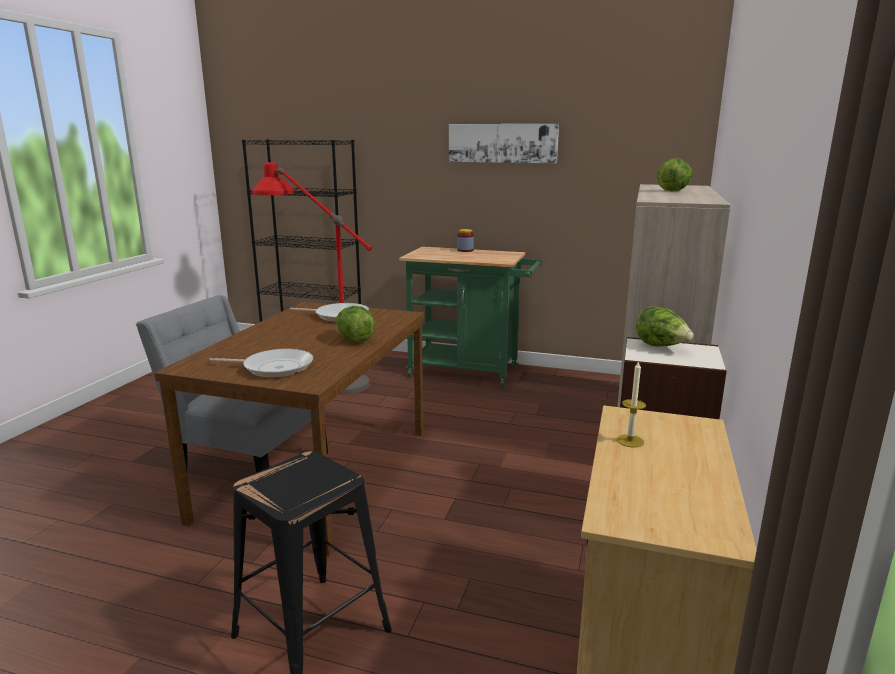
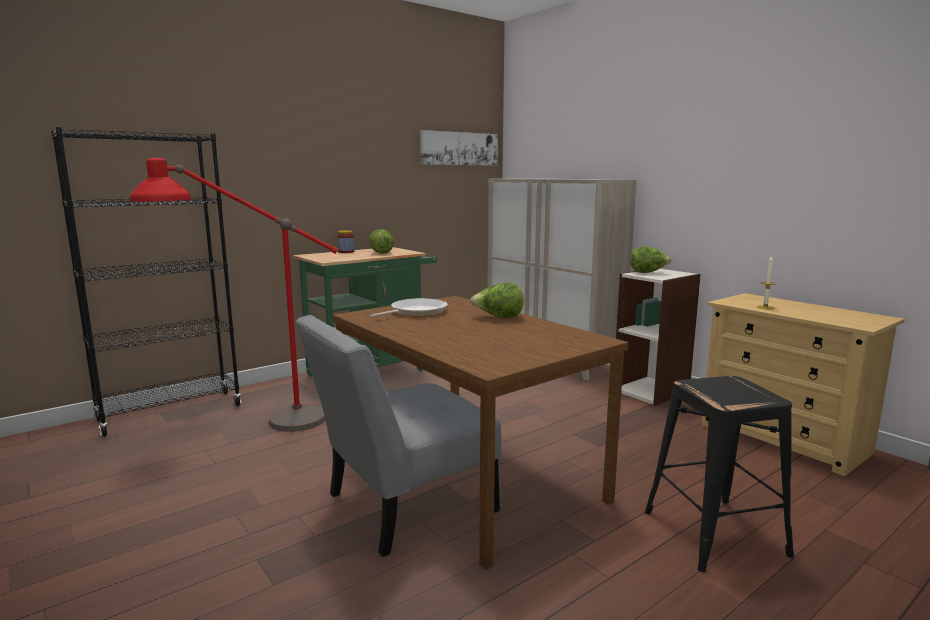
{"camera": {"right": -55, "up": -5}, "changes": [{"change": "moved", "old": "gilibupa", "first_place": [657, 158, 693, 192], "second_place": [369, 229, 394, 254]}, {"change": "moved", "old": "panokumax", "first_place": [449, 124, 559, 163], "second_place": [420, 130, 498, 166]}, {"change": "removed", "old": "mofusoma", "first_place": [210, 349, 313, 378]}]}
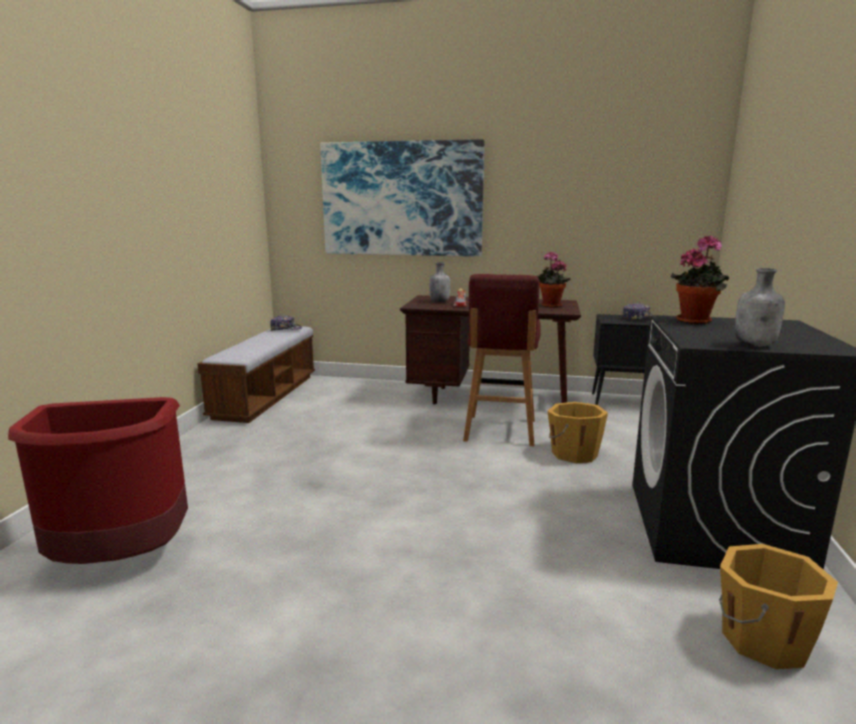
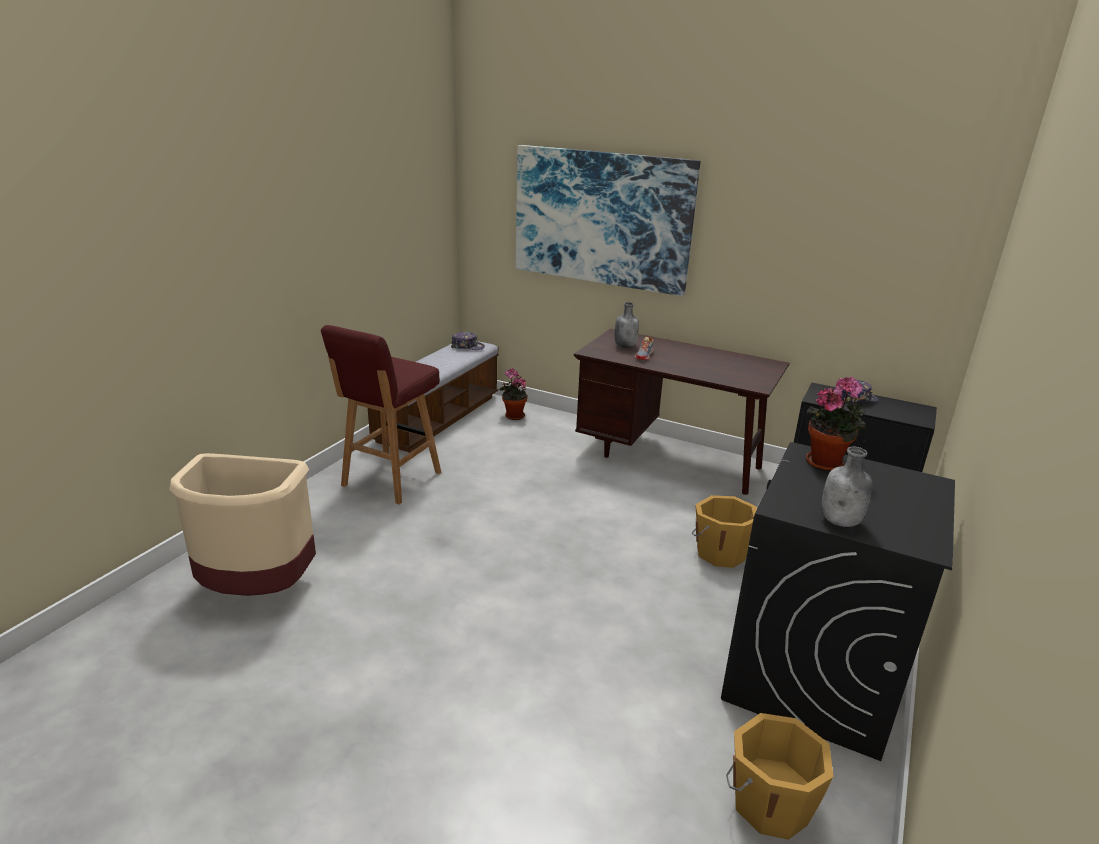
{"camera": {"right": 15, "up": 10}, "changes": [{"change": "recoloured", "old": "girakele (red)", "new": "girakele (beige)", "first_place": [8, 397, 188, 564], "second_place": [169, 453, 316, 596]}, {"change": "moved", "old": "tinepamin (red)", "first_place": [463, 274, 541, 446], "second_place": [321, 325, 441, 505]}, {"change": "moved", "old": "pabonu", "first_place": [537, 251, 571, 308], "second_place": [499, 368, 528, 420]}]}
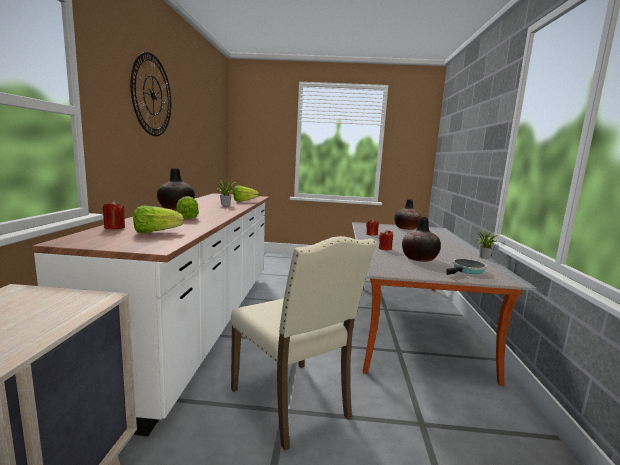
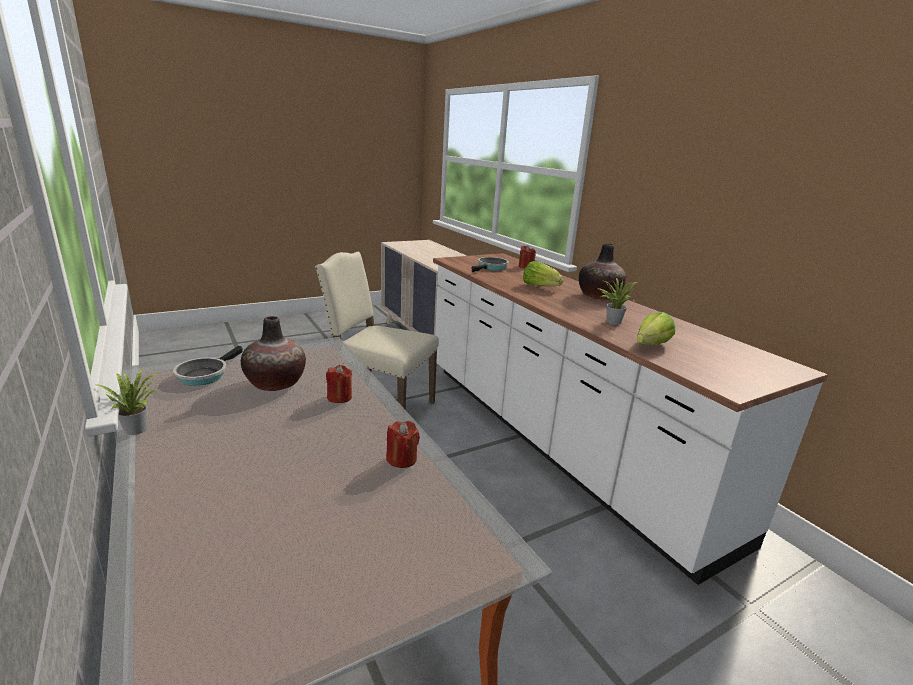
{"camera": {"right": 145, "up": 10}, "changes": [{"change": "replaced", "old": "gilibupa", "new": "mofusoma", "first_place": [133, 205, 184, 233], "second_place": [472, 257, 509, 272]}, {"change": "removed", "old": "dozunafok", "first_place": [131, 52, 171, 136]}, {"change": "removed", "old": "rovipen", "first_place": [394, 199, 421, 230]}]}
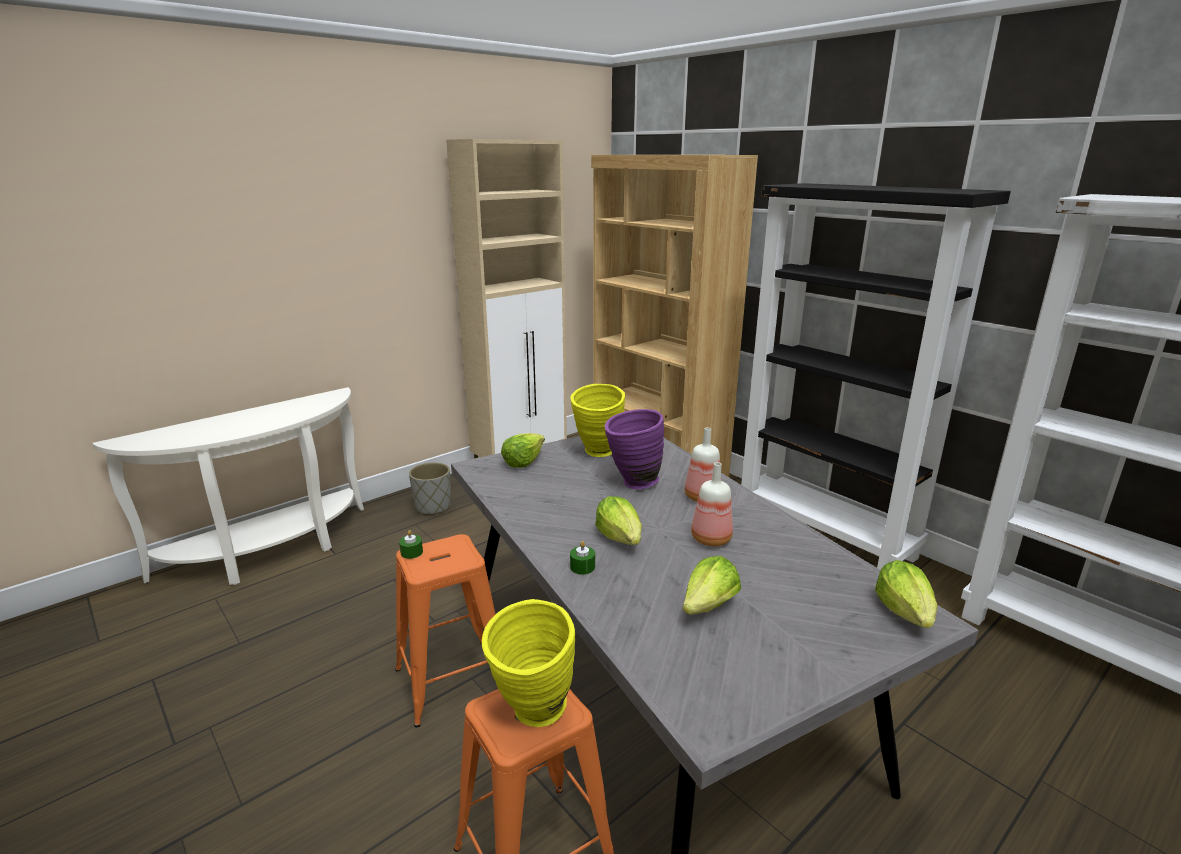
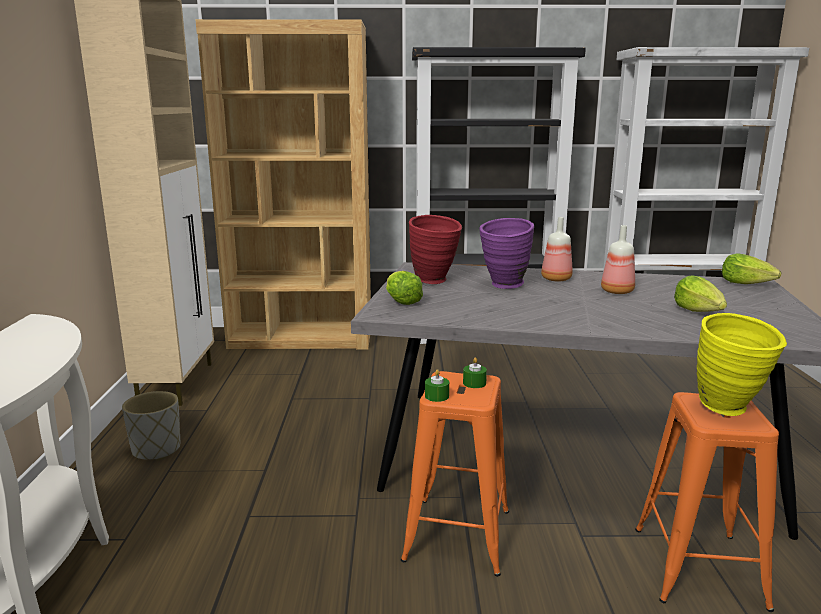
{"camera": {"right": -50, "up": -5}, "changes": [{"change": "recoloured", "old": "rovipen (yellow)", "new": "rovipen (red)", "first_place": [570, 384, 625, 457], "second_place": [409, 215, 462, 284]}, {"change": "moved", "old": "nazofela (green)", "first_place": [570, 541, 595, 575], "second_place": [463, 357, 487, 388]}, {"change": "removed", "old": "gilibupa", "first_place": [595, 496, 642, 545]}]}
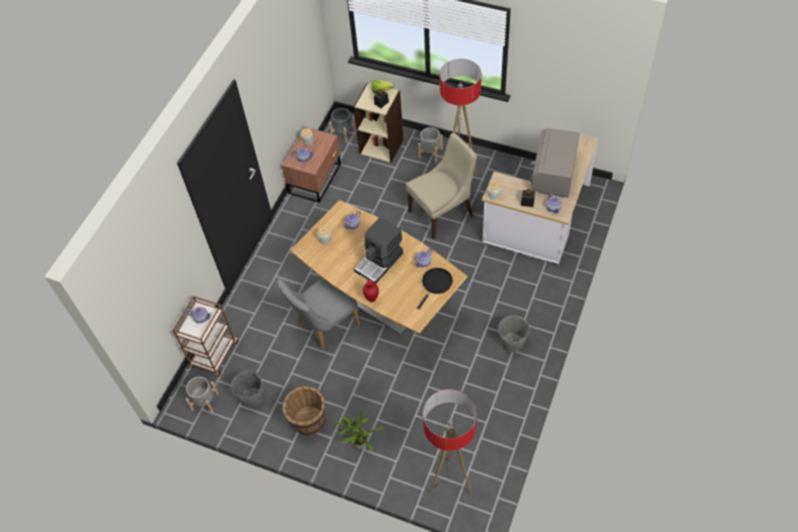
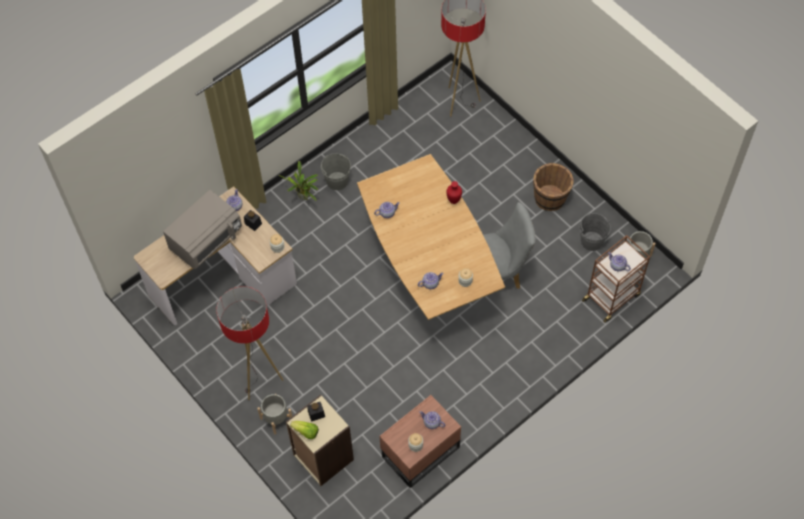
{"camera": {"right": -155, "up": 5}, "changes": [{"change": "moved", "old": "pabonu", "first_place": [333, 410, 384, 451], "second_place": [279, 161, 318, 201]}, {"change": "removed", "old": "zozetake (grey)", "first_place": [329, 108, 356, 143]}, {"change": "removed", "old": "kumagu", "first_place": [354, 217, 403, 284]}, {"change": "removed", "old": "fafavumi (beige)", "first_place": [406, 133, 477, 240]}, {"change": "removed", "old": "mofusoma (black)", "first_place": [417, 268, 453, 309]}]}
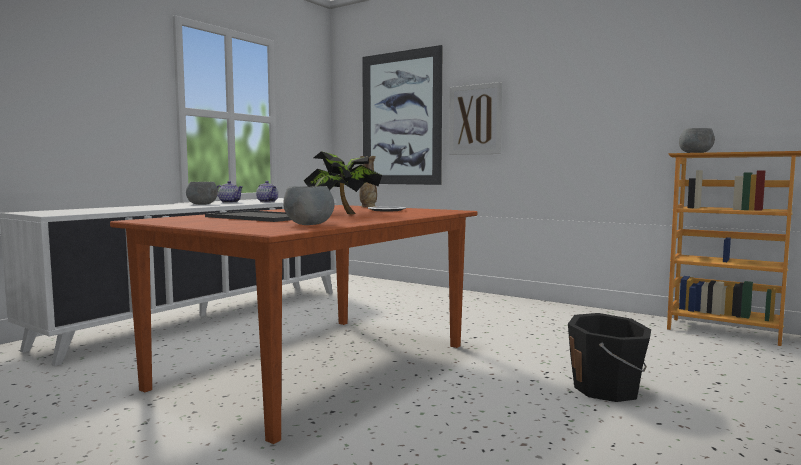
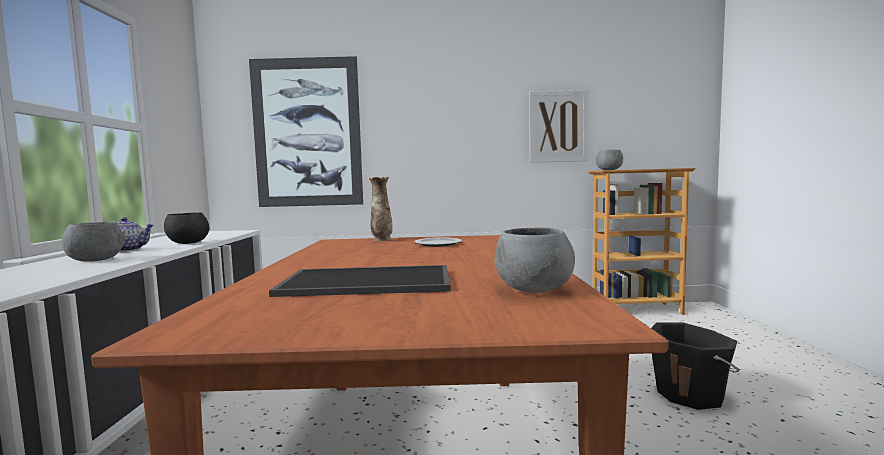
{"camera": {"right": -35, "up": 0}, "changes": [{"change": "replaced", "old": "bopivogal", "new": "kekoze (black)", "first_place": [256, 181, 278, 202], "second_place": [164, 212, 209, 244]}, {"change": "moved", "old": "panokumax", "first_place": [449, 82, 502, 155], "second_place": [529, 90, 588, 163]}, {"change": "removed", "old": "pabonu", "first_place": [304, 151, 382, 214]}]}
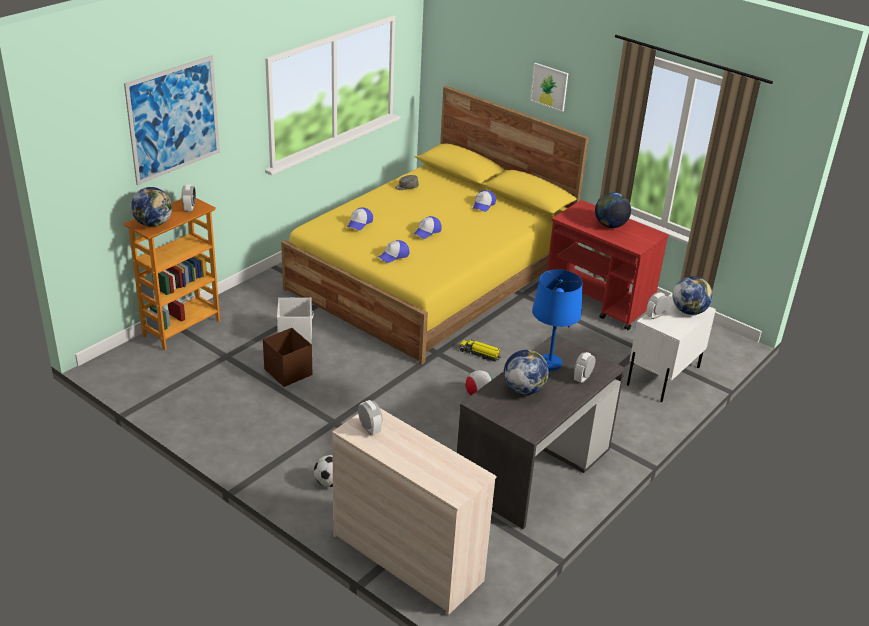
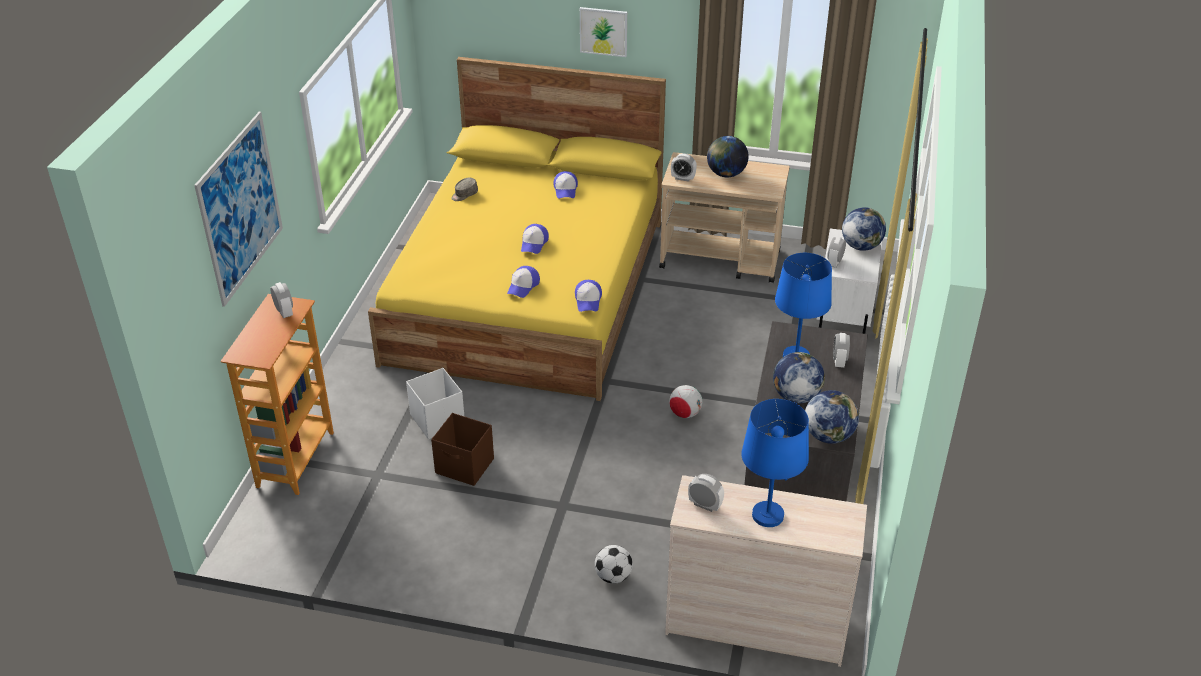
{"camera": {"right": -25, "up": 5}, "changes": [{"change": "moved", "old": "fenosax", "first_place": [347, 207, 373, 230], "second_place": [575, 280, 602, 312]}, {"change": "recoloured", "old": "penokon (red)", "new": "penokon (beige)", "first_place": [547, 200, 669, 330], "second_place": [659, 152, 790, 283]}, {"change": "added", "new": "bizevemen", "second_place": [671, 153, 697, 182]}, {"change": "added", "new": "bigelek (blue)", "second_place": [741, 399, 809, 527]}, {"change": "moved", "old": "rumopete", "first_place": [131, 187, 172, 227], "second_place": [805, 390, 859, 444]}, {"change": "removed", "old": "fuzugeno", "first_place": [459, 339, 501, 362]}]}
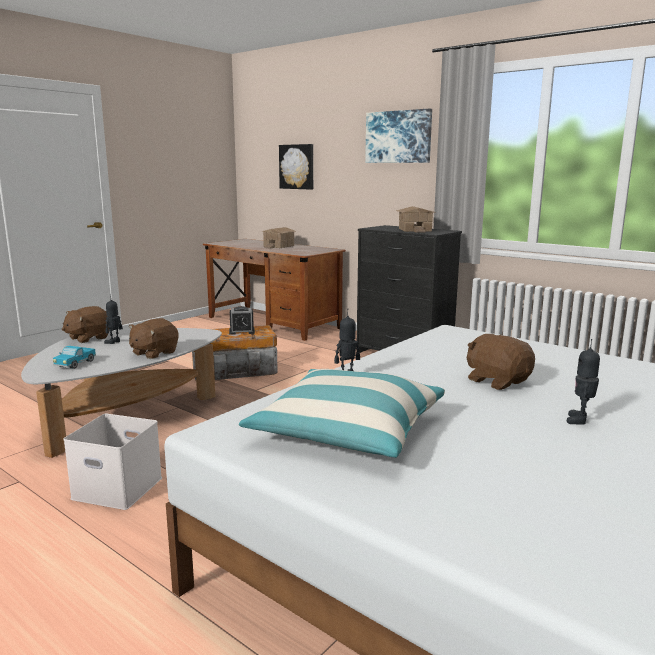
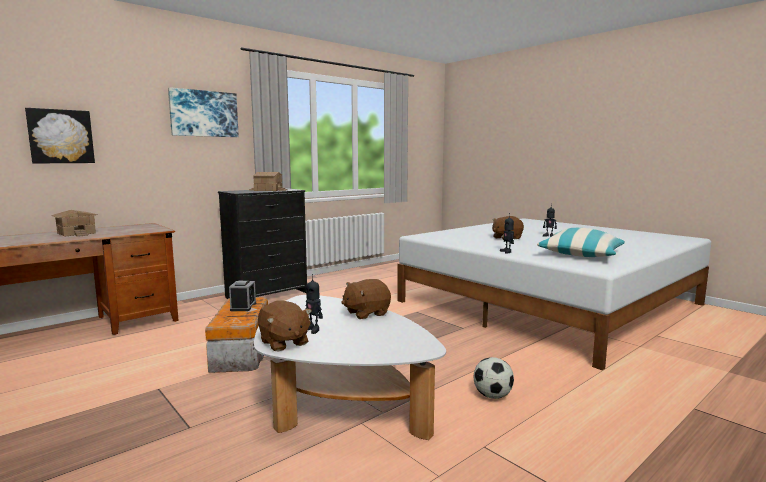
{"camera": {"right": -80, "up": -5}, "changes": [{"change": "turned", "old": "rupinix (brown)", "first_place": [129, 318, 178, 359], "second_place": [341, 279, 391, 319], "degrees": 105}, {"change": "replaced", "old": "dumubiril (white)", "new": "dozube", "first_place": [63, 414, 162, 510], "second_place": [474, 357, 514, 399]}, {"change": "removed", "old": "fuzugeno", "first_place": [53, 346, 96, 369]}]}
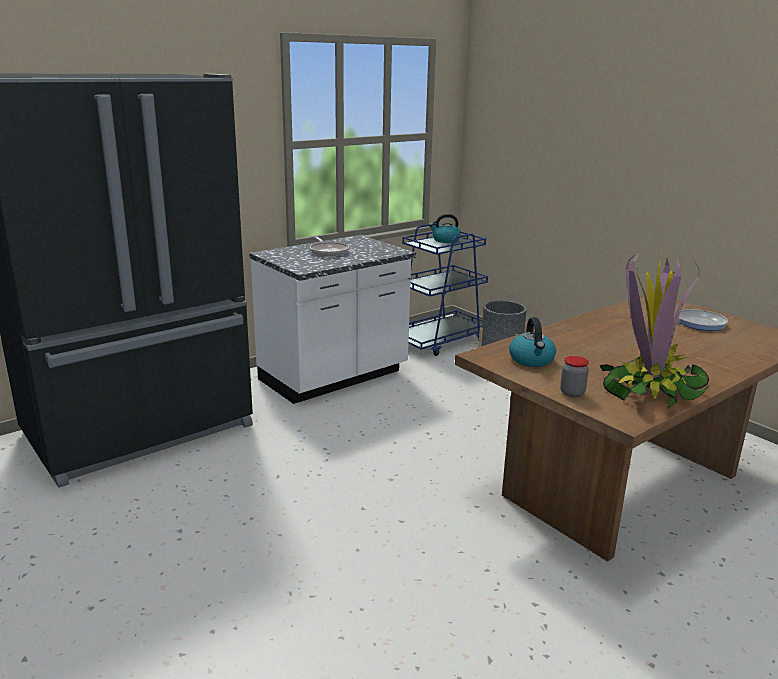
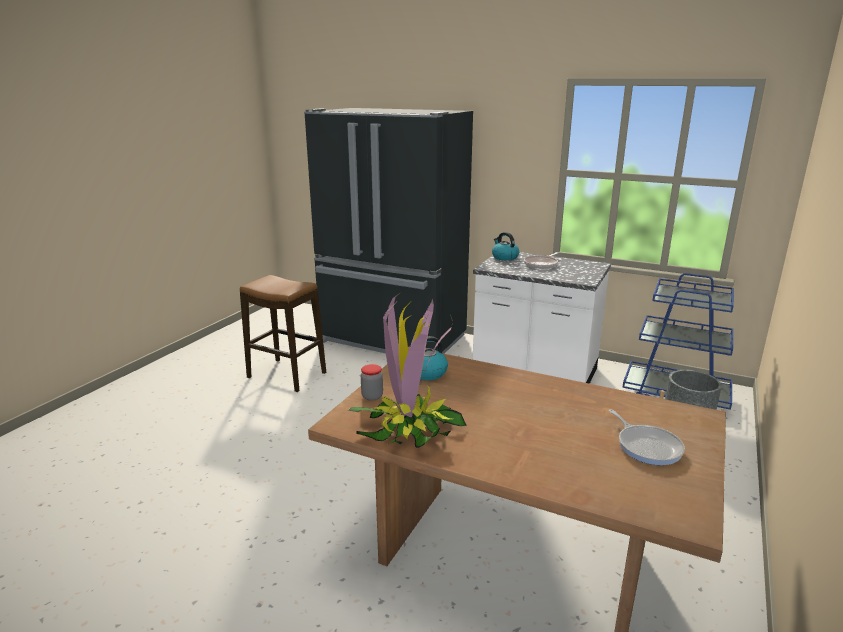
{"camera": {"right": 65, "up": 0}, "changes": [{"change": "added", "new": "tinepamin", "second_place": [240, 275, 326, 392]}, {"change": "moved", "old": "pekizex", "first_place": [429, 214, 461, 243], "second_place": [492, 232, 519, 261]}]}
